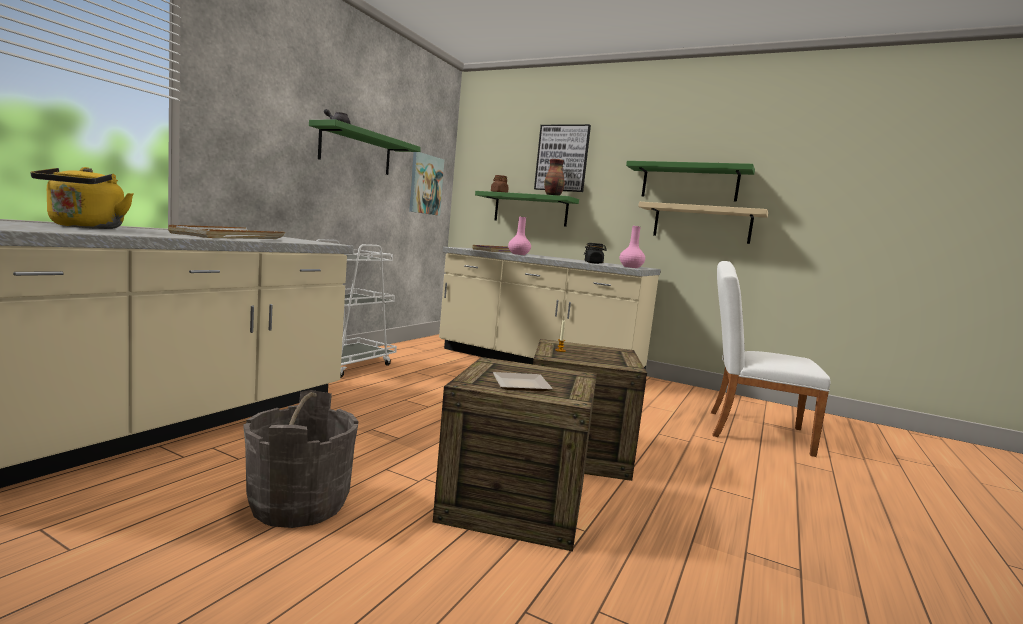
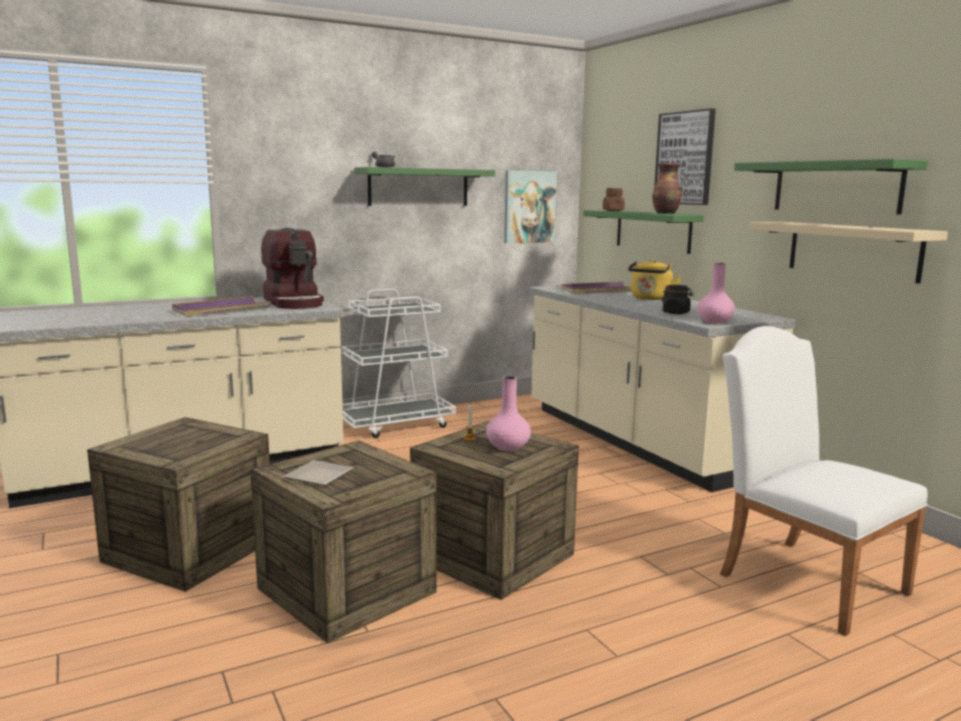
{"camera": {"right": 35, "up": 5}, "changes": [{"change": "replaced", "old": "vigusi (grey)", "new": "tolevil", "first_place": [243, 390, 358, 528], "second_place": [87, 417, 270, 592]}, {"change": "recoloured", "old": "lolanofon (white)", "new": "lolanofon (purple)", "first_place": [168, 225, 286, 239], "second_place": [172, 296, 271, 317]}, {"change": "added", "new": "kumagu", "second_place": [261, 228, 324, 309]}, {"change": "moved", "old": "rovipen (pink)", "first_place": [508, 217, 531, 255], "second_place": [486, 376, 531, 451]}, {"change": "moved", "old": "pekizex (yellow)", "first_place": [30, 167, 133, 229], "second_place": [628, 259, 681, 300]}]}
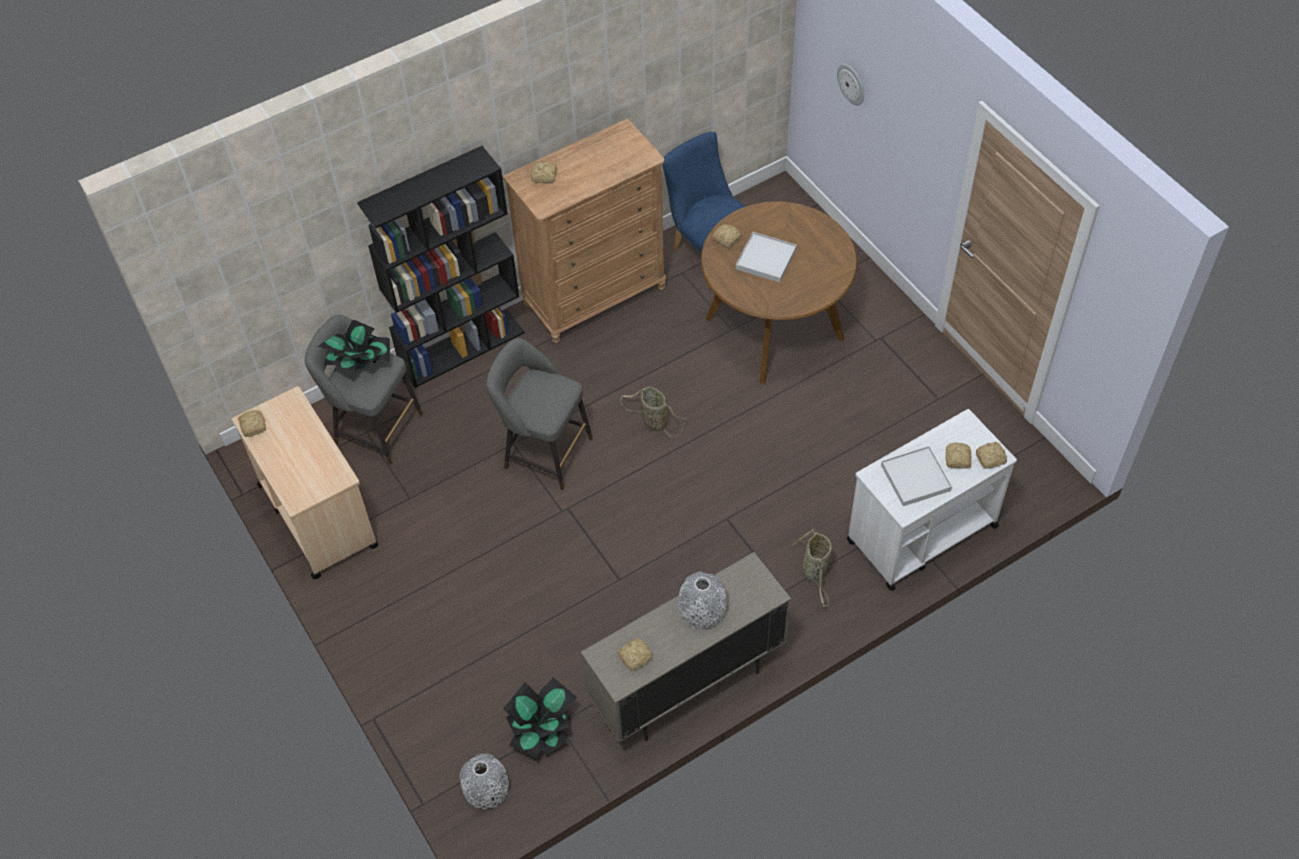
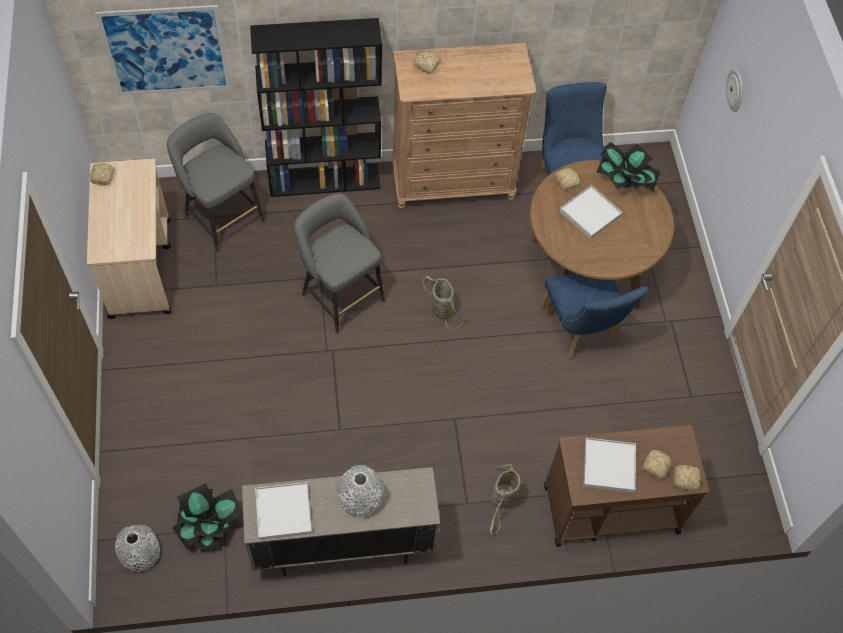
{"camera": {"right": 20, "up": 5}, "changes": [{"change": "added", "new": "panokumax", "second_place": [95, 5, 231, 96]}, {"change": "replaced", "old": "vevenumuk", "new": "lolanofon (white)", "first_place": [618, 638, 653, 671], "second_place": [255, 482, 312, 540]}, {"change": "added", "new": "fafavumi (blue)", "second_place": [540, 272, 648, 359]}, {"change": "recoloured", "old": "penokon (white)", "new": "penokon (brown)", "first_place": [847, 409, 1017, 591], "second_place": [544, 425, 709, 547]}, {"change": "moved", "old": "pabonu", "first_place": [318, 319, 390, 375], "second_place": [596, 142, 660, 191]}]}
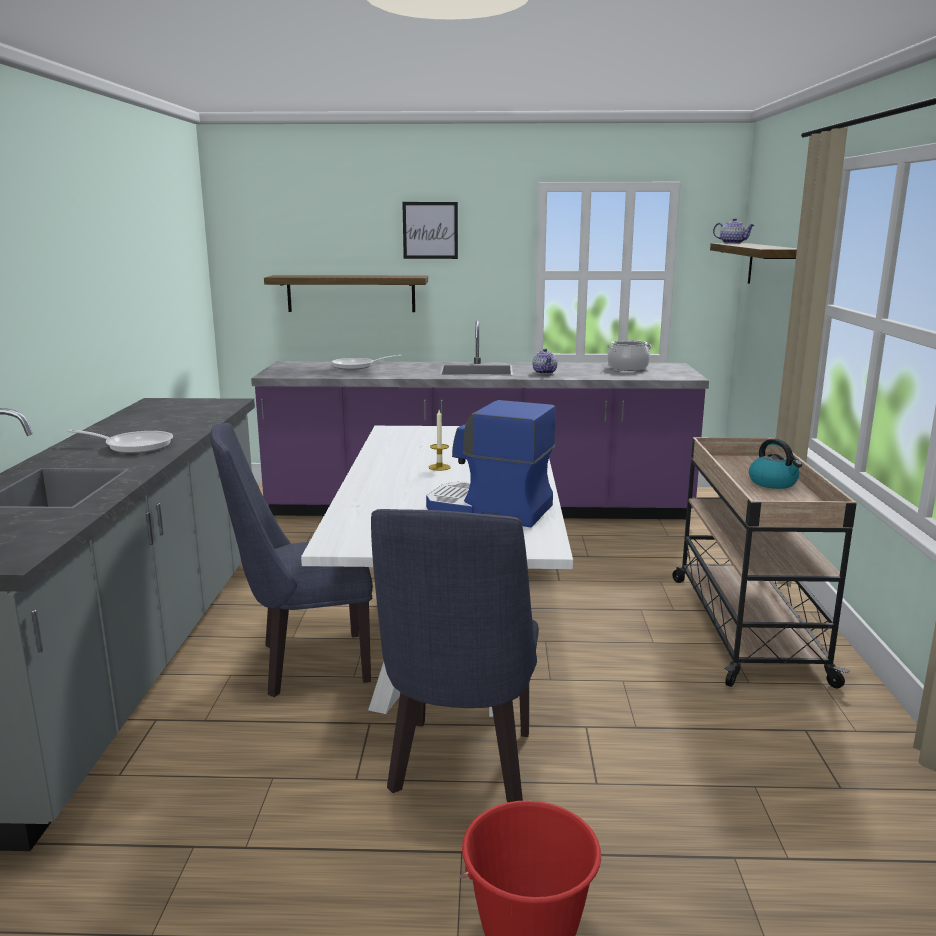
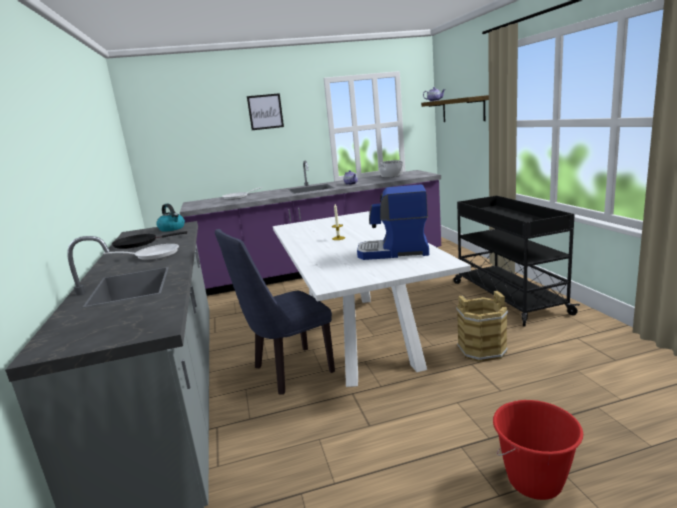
{"camera": {"right": -15, "up": 0}, "changes": [{"change": "added", "new": "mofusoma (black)", "second_place": [112, 231, 187, 249]}, {"change": "moved", "old": "pekizex", "first_place": [749, 439, 802, 489], "second_place": [156, 204, 185, 232]}, {"change": "recoloured", "old": "penokon (beige)", "new": "penokon (black)", "first_place": [672, 437, 857, 688], "second_place": [453, 196, 580, 327]}, {"change": "added", "new": "vigusi (brown)", "second_place": [456, 291, 508, 362]}, {"change": "removed", "old": "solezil", "first_place": [264, 275, 428, 312]}, {"change": "removed", "old": "fafavumi (blue)", "first_place": [371, 509, 539, 802]}]}
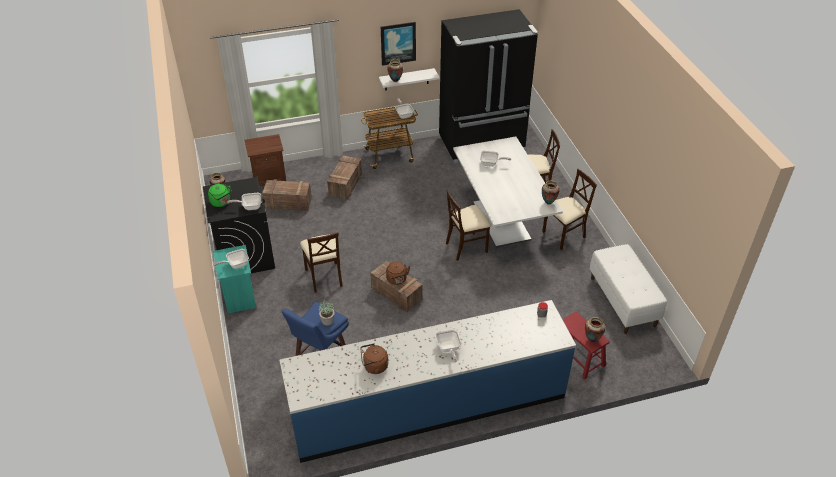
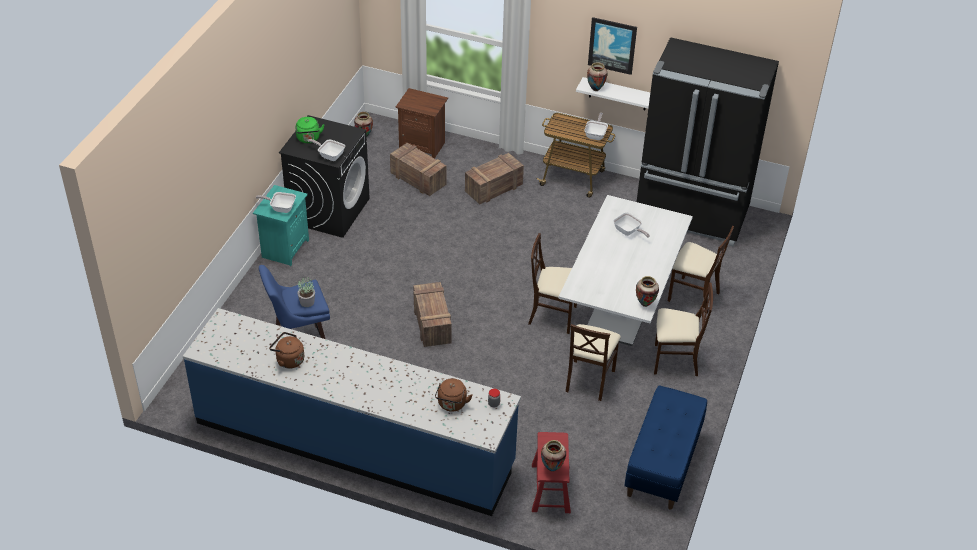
{"camera": {"right": 35, "up": 0}, "changes": [{"change": "moved", "old": "pekizex (brown)", "first_place": [386, 261, 410, 285], "second_place": [435, 378, 473, 412]}, {"change": "moved", "old": "fafavumi (beige)", "first_place": [300, 232, 342, 293], "second_place": [566, 324, 621, 401]}, {"change": "recoloured", "old": "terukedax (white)", "new": "terukedax (blue)", "first_place": [590, 244, 667, 334], "second_place": [624, 386, 707, 510]}, {"change": "removed", "old": "mofusoma", "first_place": [436, 330, 461, 362]}]}
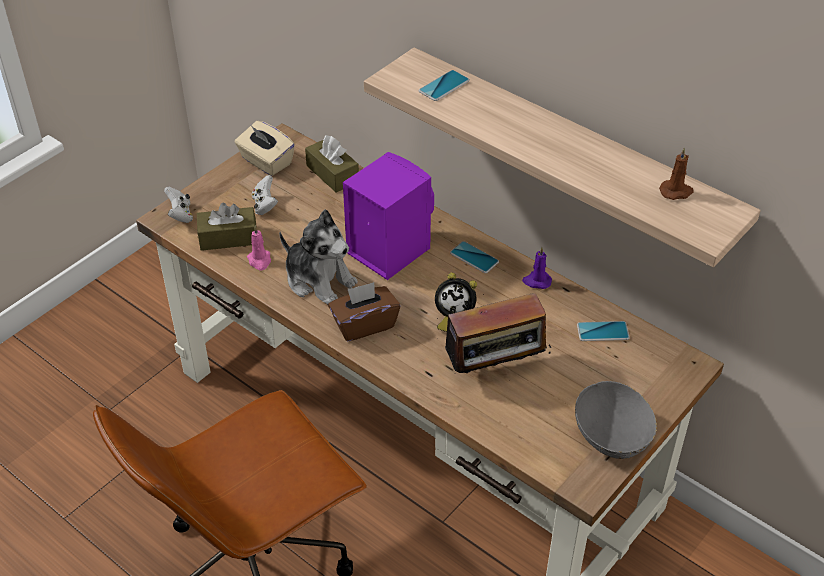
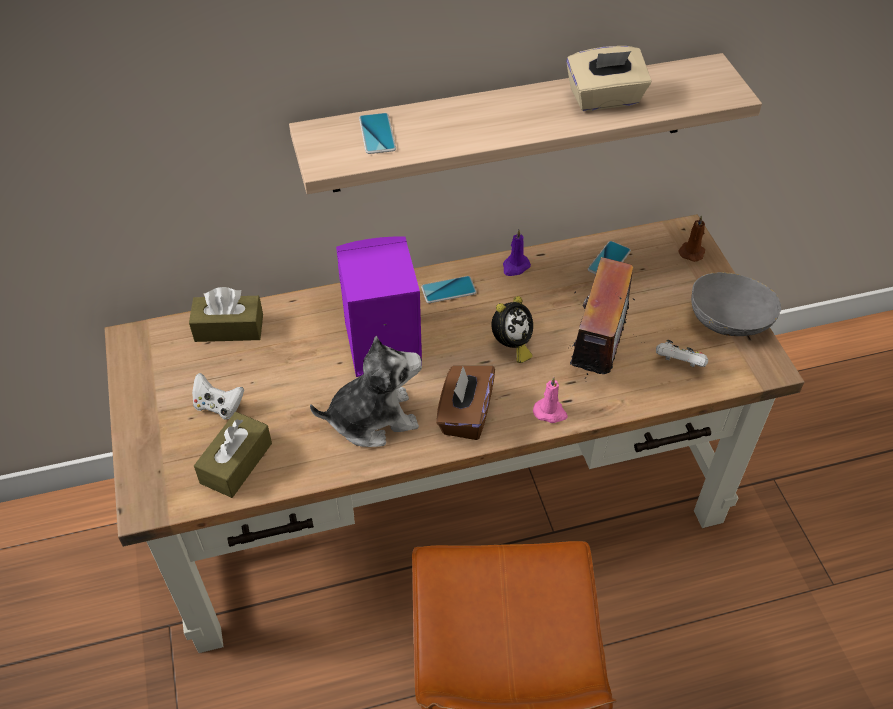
{"camera": {"right": -55, "up": 5}, "changes": [{"change": "moved", "old": "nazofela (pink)", "first_place": [247, 226, 271, 270], "second_place": [533, 377, 568, 423]}, {"change": "moved", "old": "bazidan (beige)", "first_place": [235, 121, 295, 176], "second_place": [566, 46, 651, 111]}, {"change": "moved", "old": "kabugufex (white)", "first_place": [164, 187, 193, 223], "second_place": [656, 340, 708, 367]}, {"change": "moved", "old": "nazofela (brown)", "first_place": [659, 147, 694, 200], "second_place": [678, 216, 705, 262]}]}
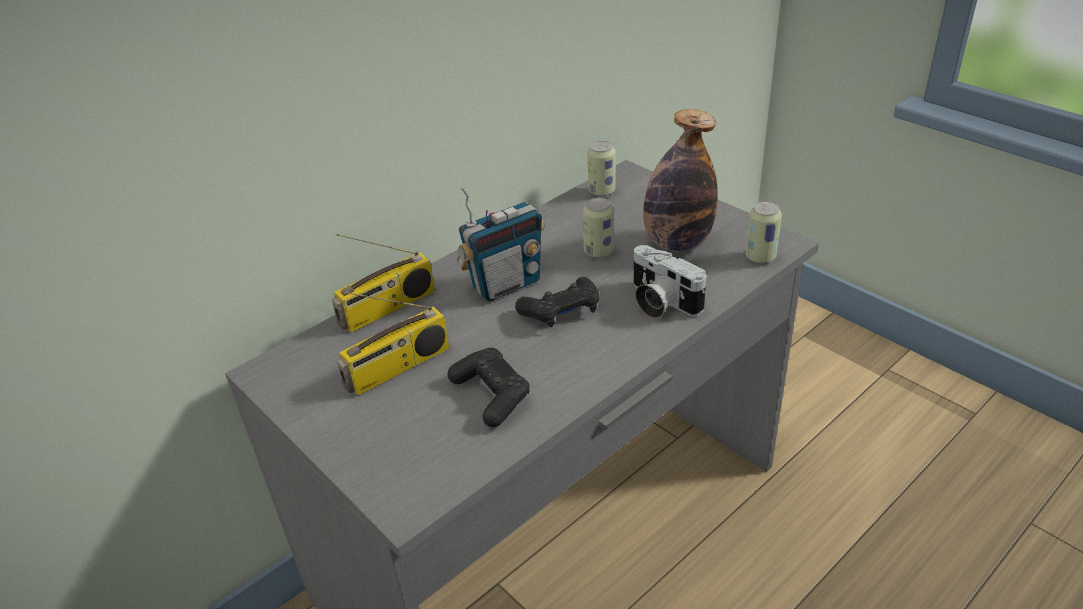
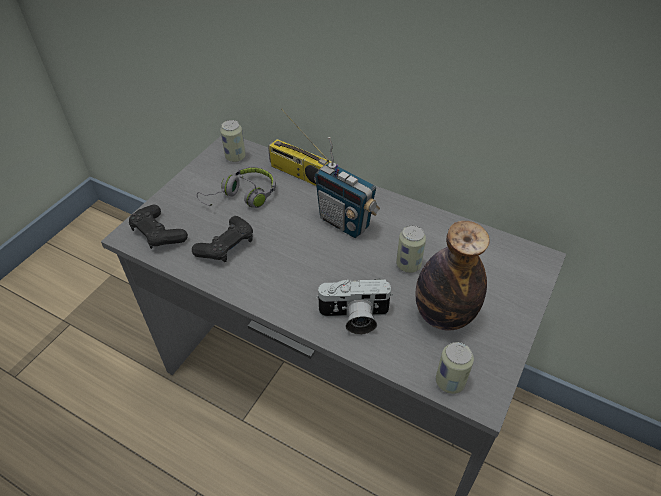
{"camera": {"right": 70, "up": 10}, "changes": [{"change": "moved", "old": "kabugufex (black)", "first_place": [515, 277, 600, 327], "second_place": [129, 205, 188, 249]}, {"change": "replaced", "old": "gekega", "new": "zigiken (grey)", "first_place": [337, 291, 450, 396], "second_place": [197, 166, 276, 208]}, {"change": "moved", "old": "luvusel", "first_place": [587, 141, 615, 196], "second_place": [220, 120, 246, 162]}, {"change": "turned", "old": "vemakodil", "first_place": [633, 245, 707, 318], "second_place": [316, 278, 393, 335], "degrees": -120}]}
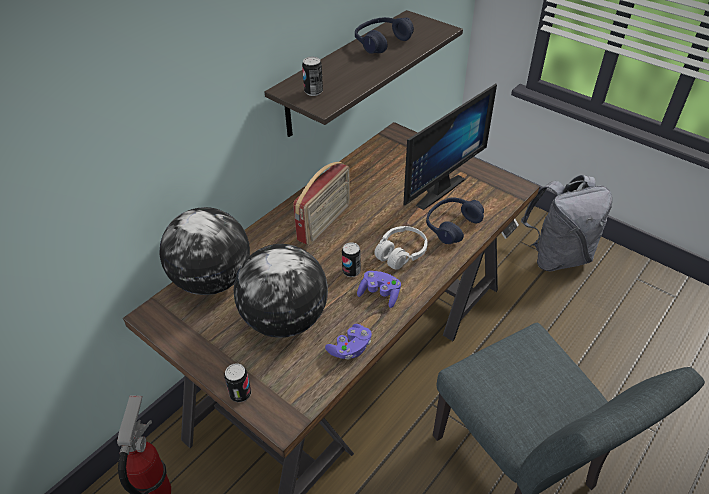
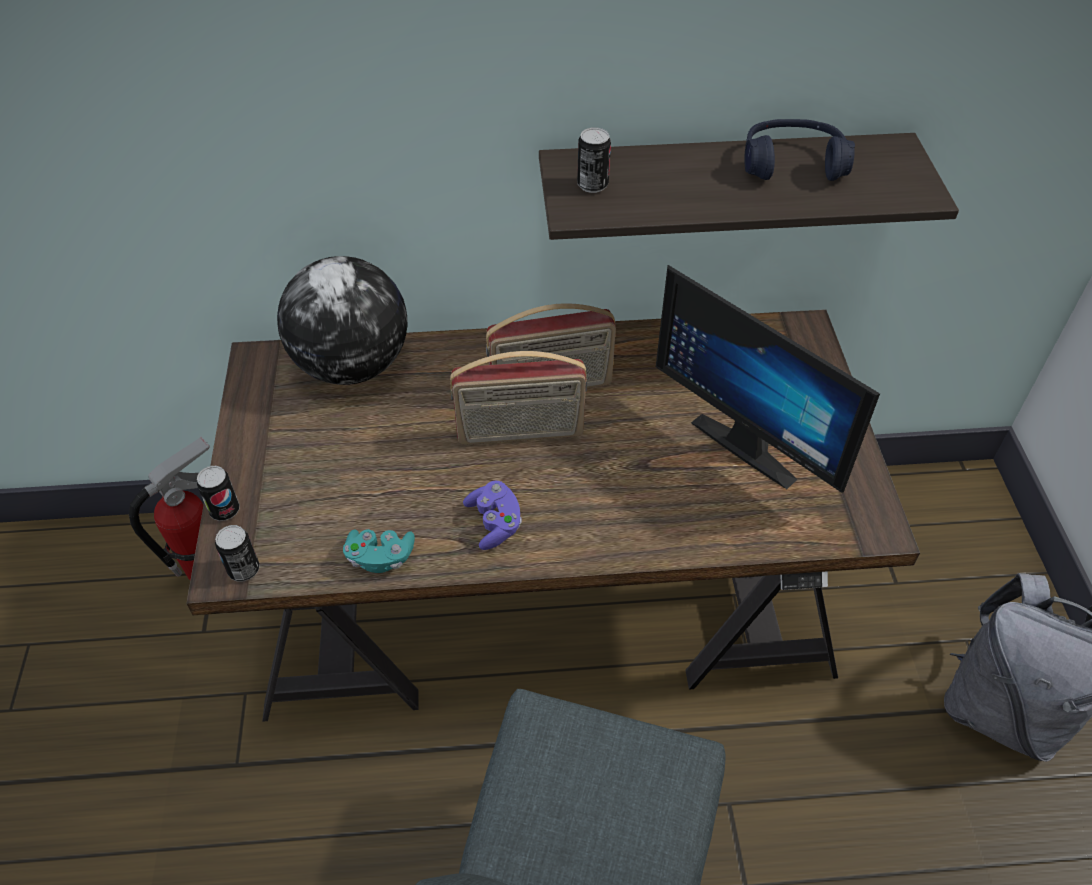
{"camera": {"right": 45, "up": 5}, "changes": [{"change": "moved", "old": "luvusel", "first_place": [342, 242, 361, 277], "second_place": [215, 525, 260, 581]}, {"change": "recoloured", "old": "kabugufex (purple)", "new": "kabugufex (turquoise)", "first_place": [325, 324, 372, 360], "second_place": [343, 529, 415, 573]}, {"change": "added", "new": "gekega", "second_place": [450, 351, 587, 445]}, {"change": "turned", "old": "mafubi", "first_place": [403, 84, 497, 210], "second_place": [656, 265, 880, 493], "degrees": 45}, {"change": "removed", "old": "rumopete", "first_place": [234, 244, 328, 338]}, {"change": "removed", "old": "zigiken (white)", "first_place": [374, 226, 428, 269]}, {"change": "removed", "old": "zigiken (blue)", "first_place": [426, 197, 484, 244]}]}
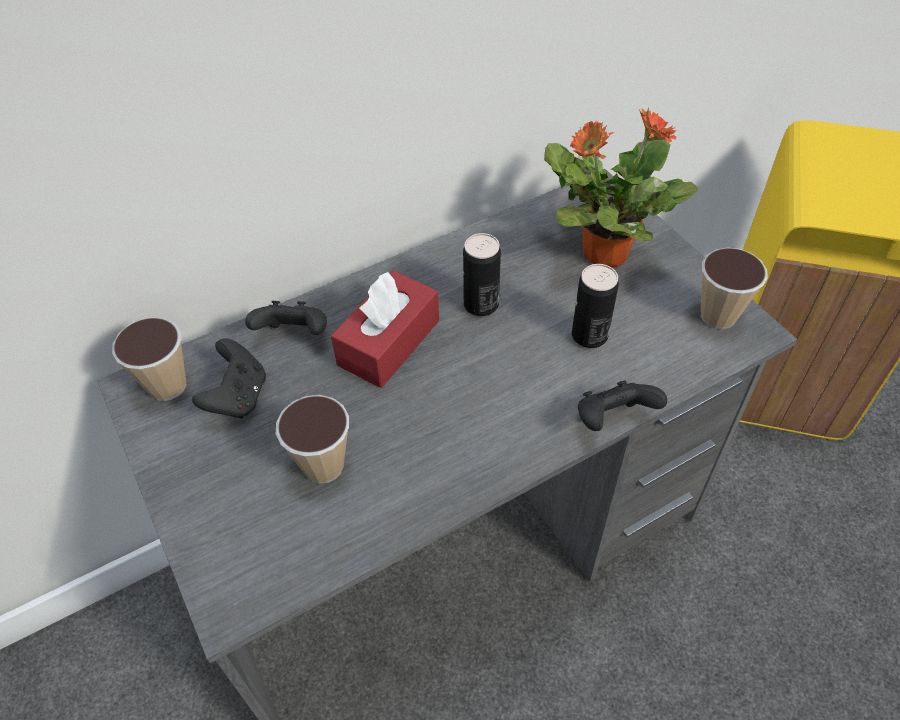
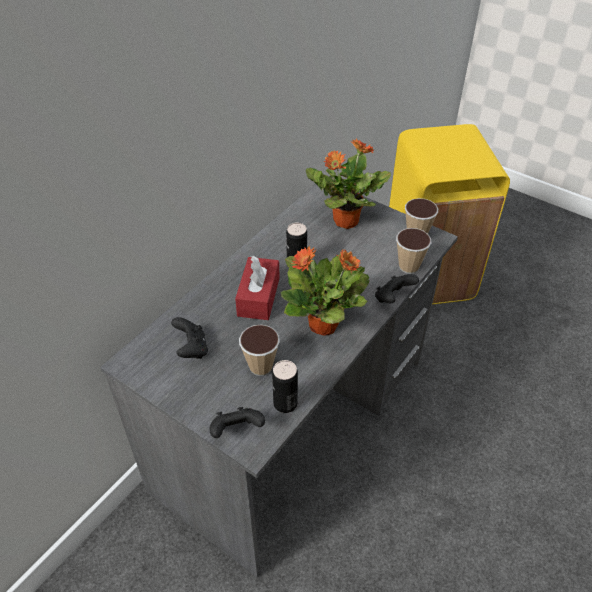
{"camera": {"right": -25, "up": -5}, "changes": [{"change": "moved", "old": "kabugufex (black)", "first_place": [245, 301, 327, 335], "second_place": [209, 407, 265, 438]}, {"change": "moved", "old": "luvusel", "first_place": [572, 264, 619, 348], "second_place": [272, 360, 298, 413]}, {"change": "added", "new": "pabonu", "second_place": [281, 246, 370, 336]}, {"change": "moved", "old": "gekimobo", "first_place": [112, 317, 186, 401], "second_place": [396, 228, 431, 274]}]}
